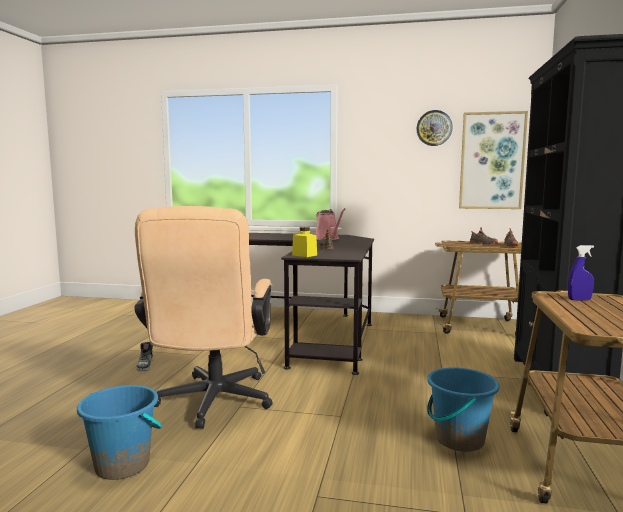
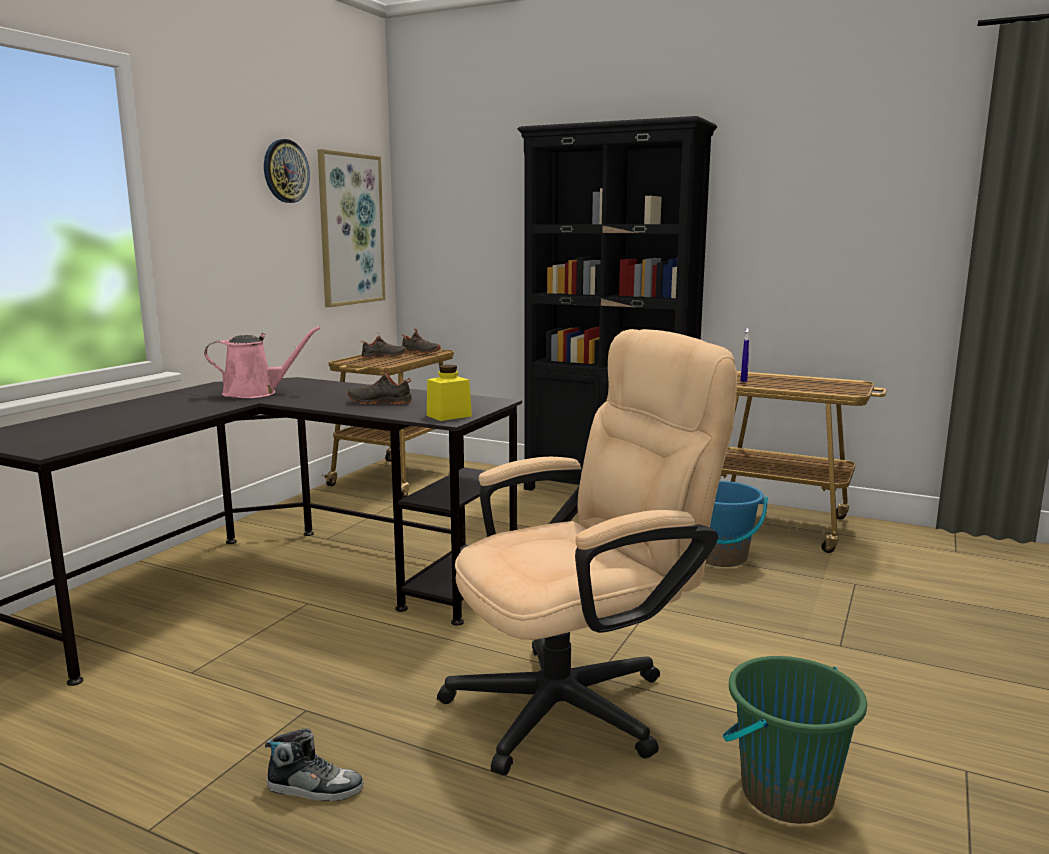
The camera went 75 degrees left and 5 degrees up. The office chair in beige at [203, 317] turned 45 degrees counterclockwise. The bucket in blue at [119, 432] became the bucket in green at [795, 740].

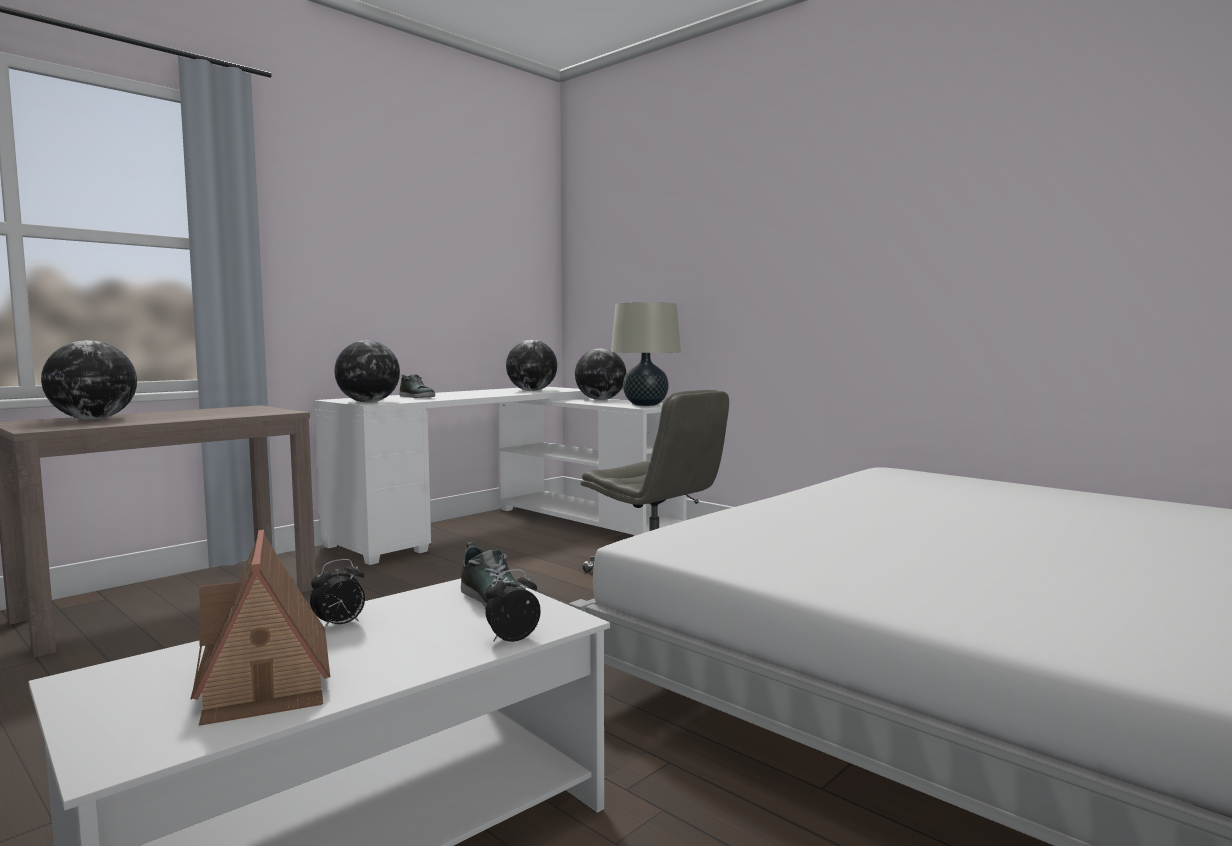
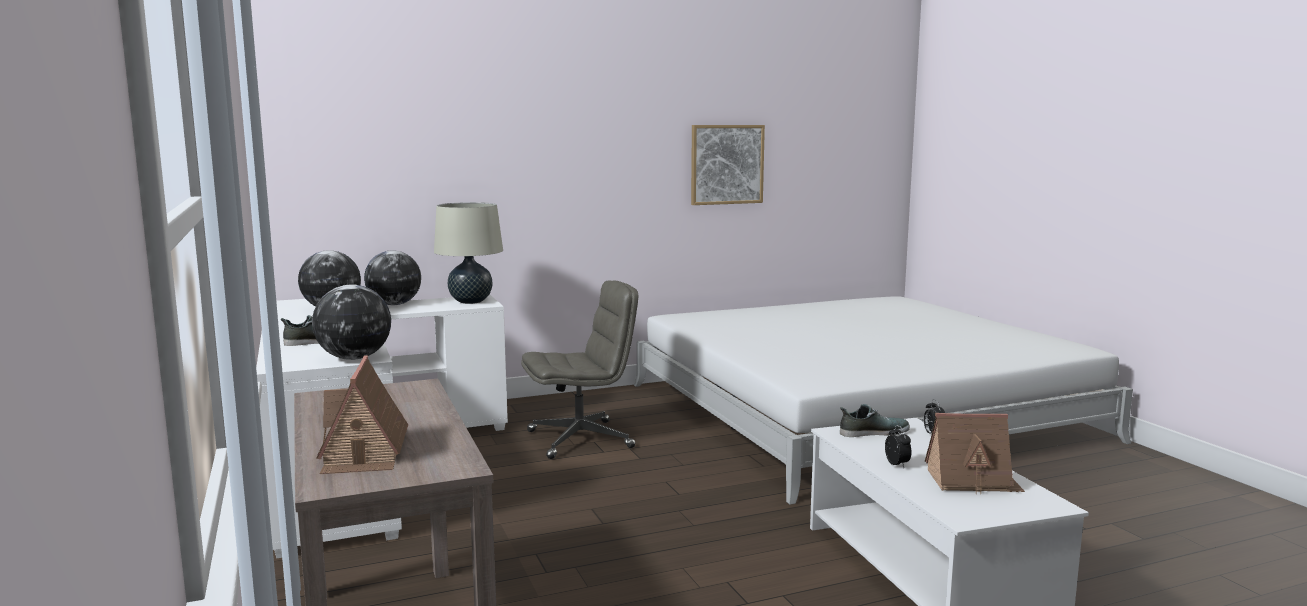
The camera went 65 degrees left and 5 degrees up. The globe at [89, 380] was replaced by the toy house at [362, 414]. The picture at [728, 165] appeared.

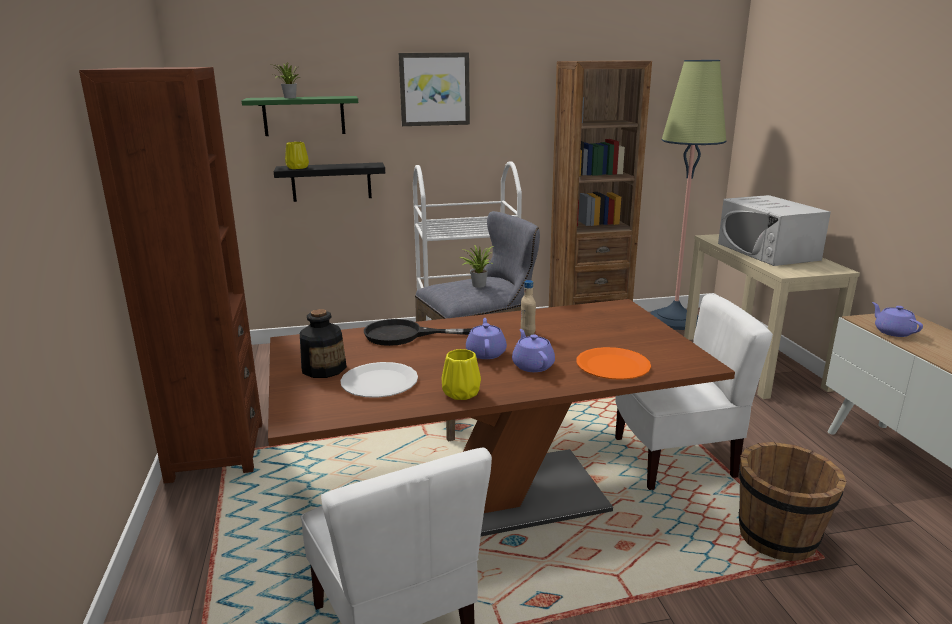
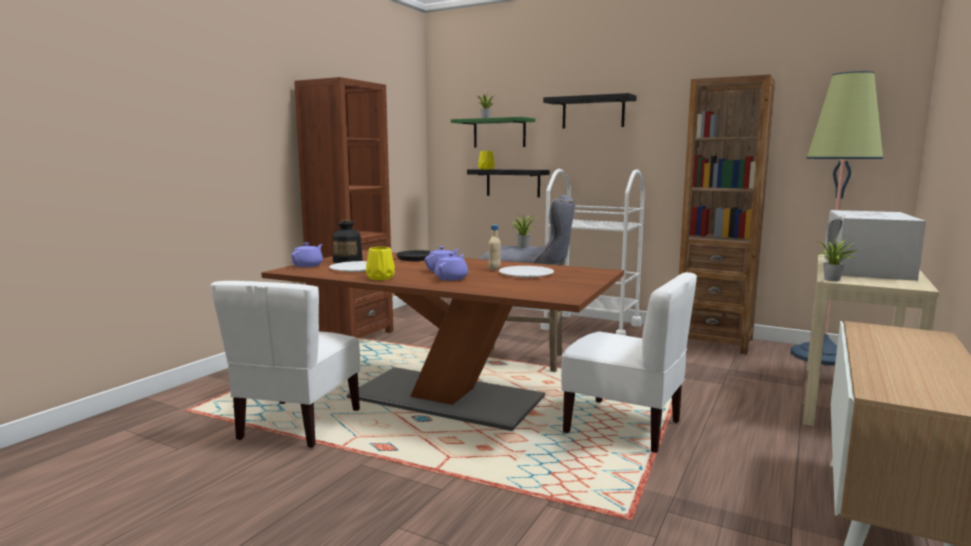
The camera went 40 degrees right and 10 degrees down. The picture at [434, 89] was replaced by the shelf in black at [590, 110]. The teapot in purple moved from [897, 319] to [307, 254]. The plate in orange at [613, 363] disappeared. The bucket in brown at [793, 501] disappeared. The potted plant at [838, 259] appeared. The plate in white at [526, 272] appeared.

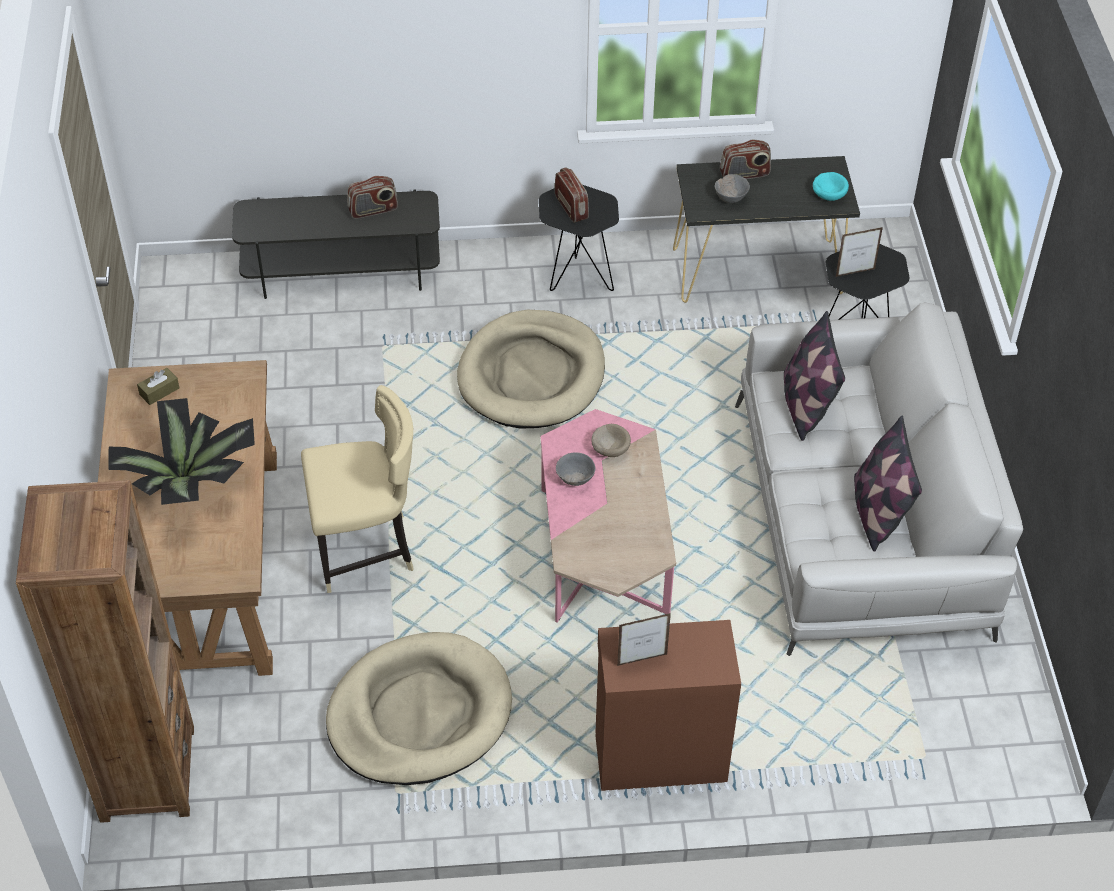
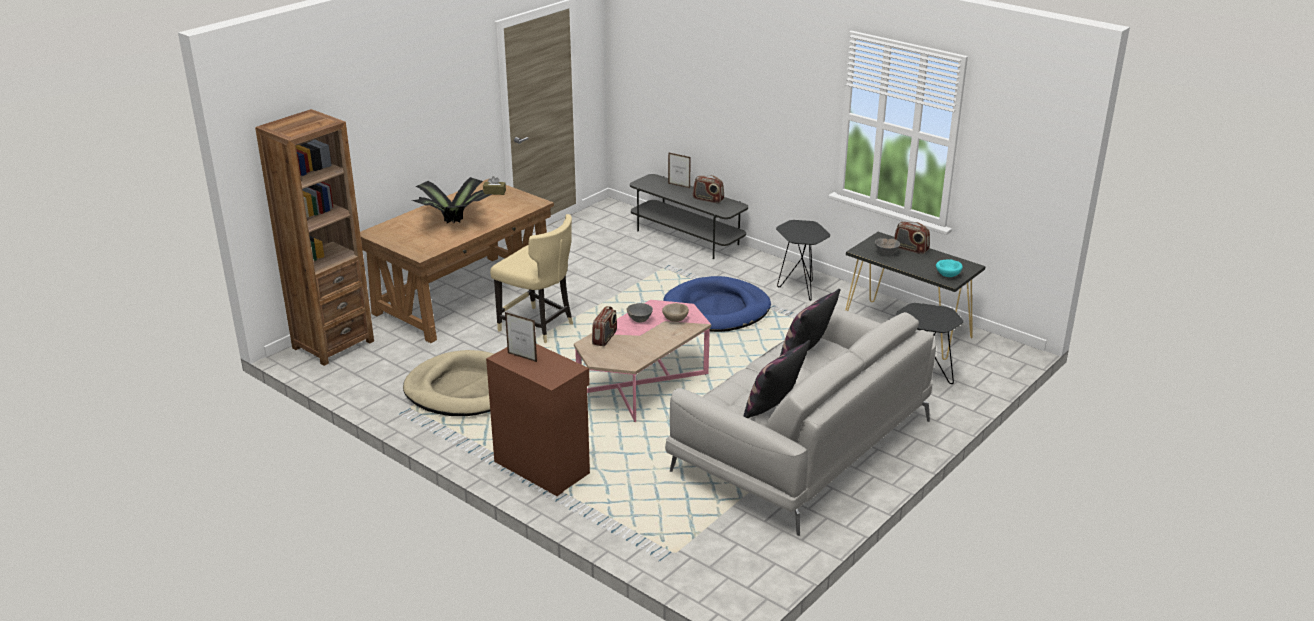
The camera went 45 degrees right and 20 degrees down. The radio moved from [572, 195] to [604, 326]. The picture frame moved from [859, 252] to [679, 170]. The dog bed in beige at [531, 369] became the dog bed in blue at [717, 304].

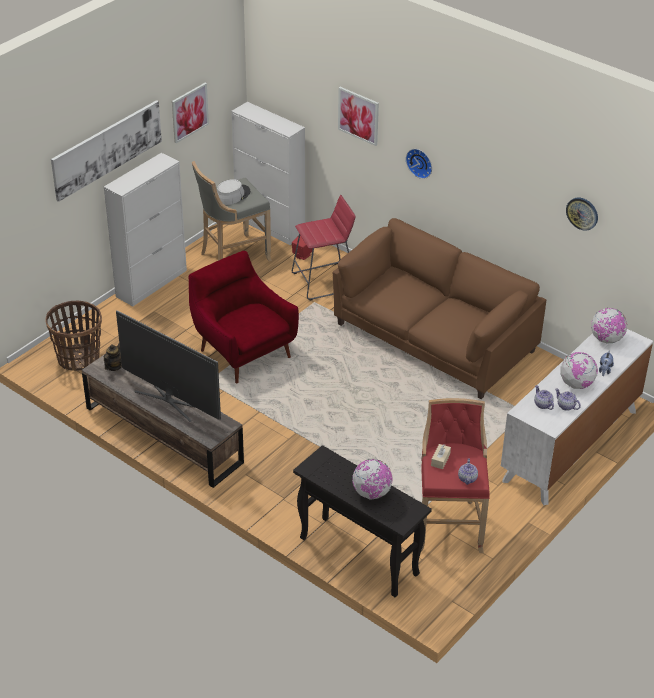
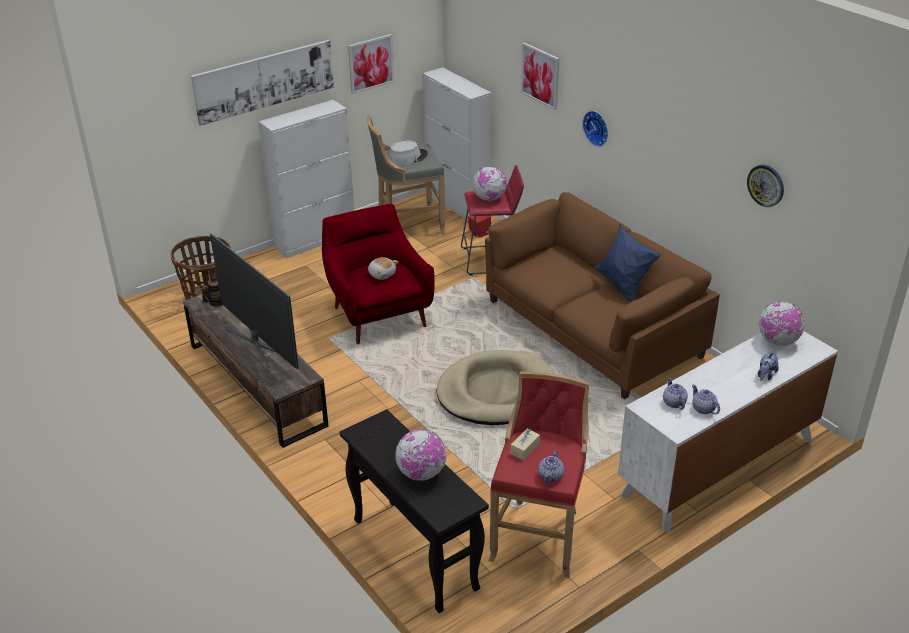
The camera went 15 degrees right and 5 degrees down. The globe moved from [579, 370] to [489, 183]. The pillow in blue at [627, 262] appeared. The plush toy at [383, 268] appeared. The dog bed in beige at [495, 387] appeared.

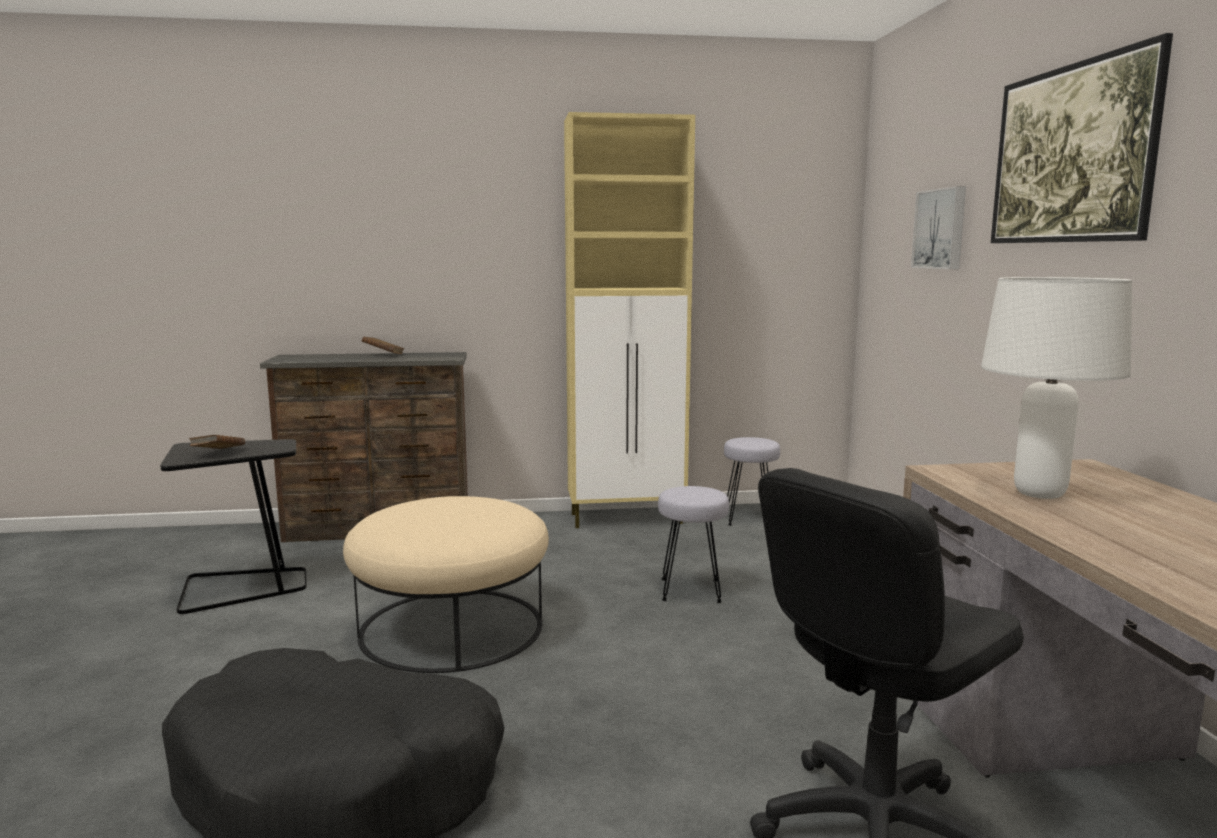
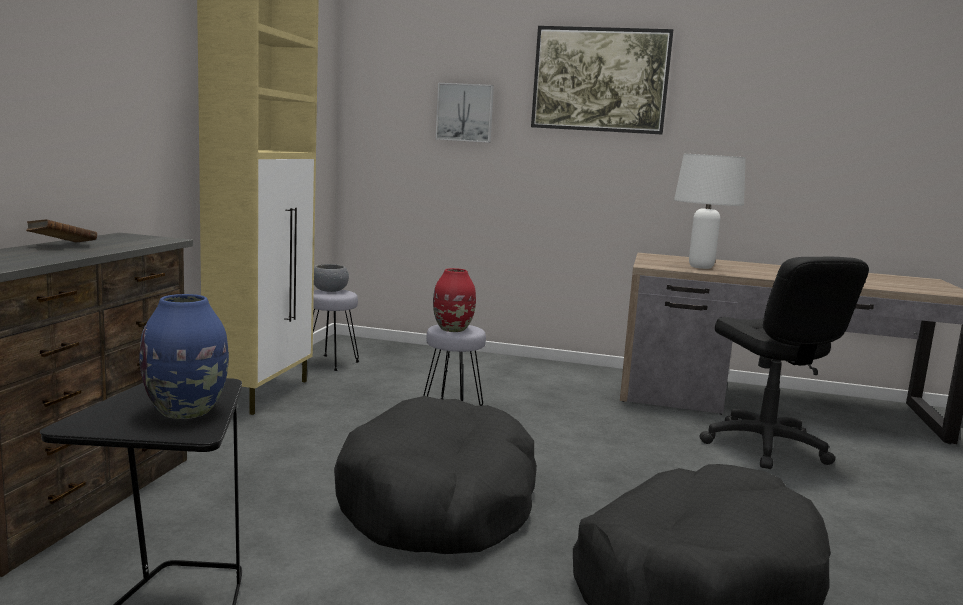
The camera went 70 degrees left and 0 degrees up. The book in brown at [217, 442] was replaced by the vase in blue at [184, 356]. The ottoman in beige at [446, 584] was replaced by the dog bed in black at [435, 475]. The bowl in grey at [331, 278] appeared. The vase in red at [454, 300] appeared.

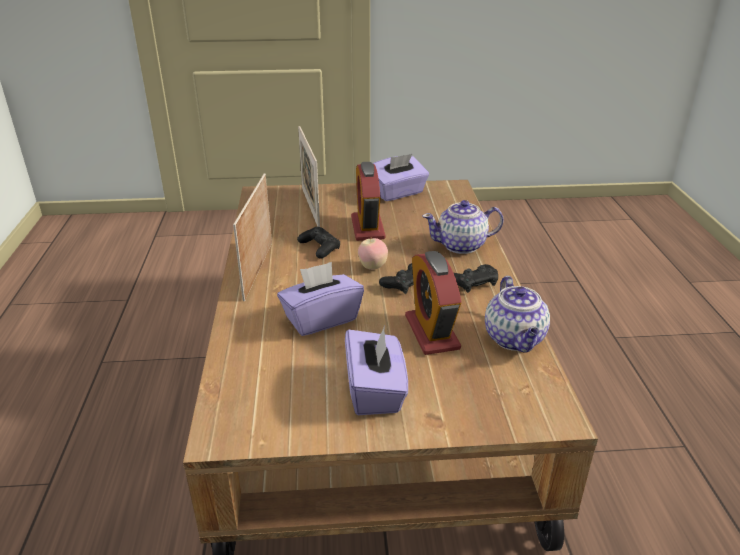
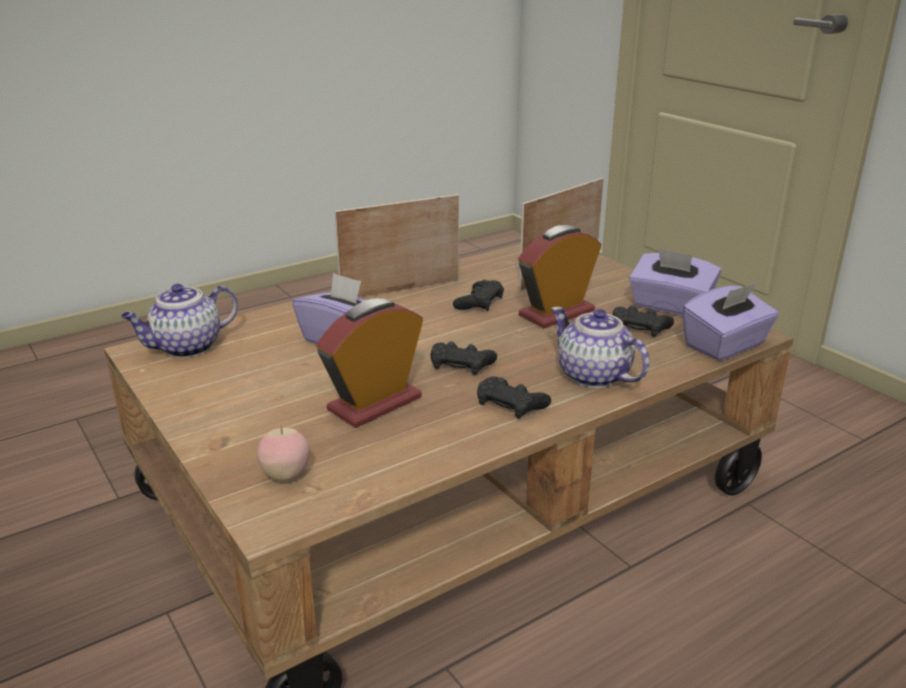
The camera went 60 degrees right and 5 degrees down. The apple moved from [373, 254] to [283, 454]. The teapot moved from [517, 314] to [179, 321]. The tissue box in purple moved from [376, 370] to [730, 322]. The game controller in black at [643, 321] appeared.

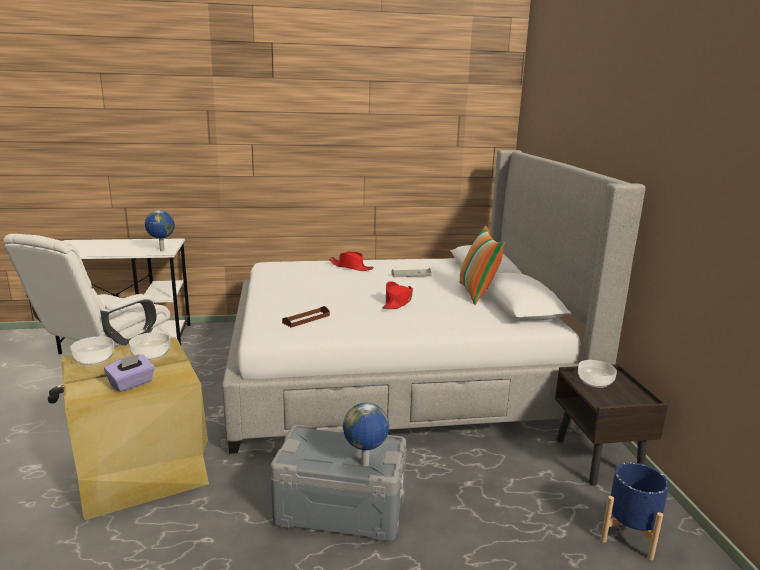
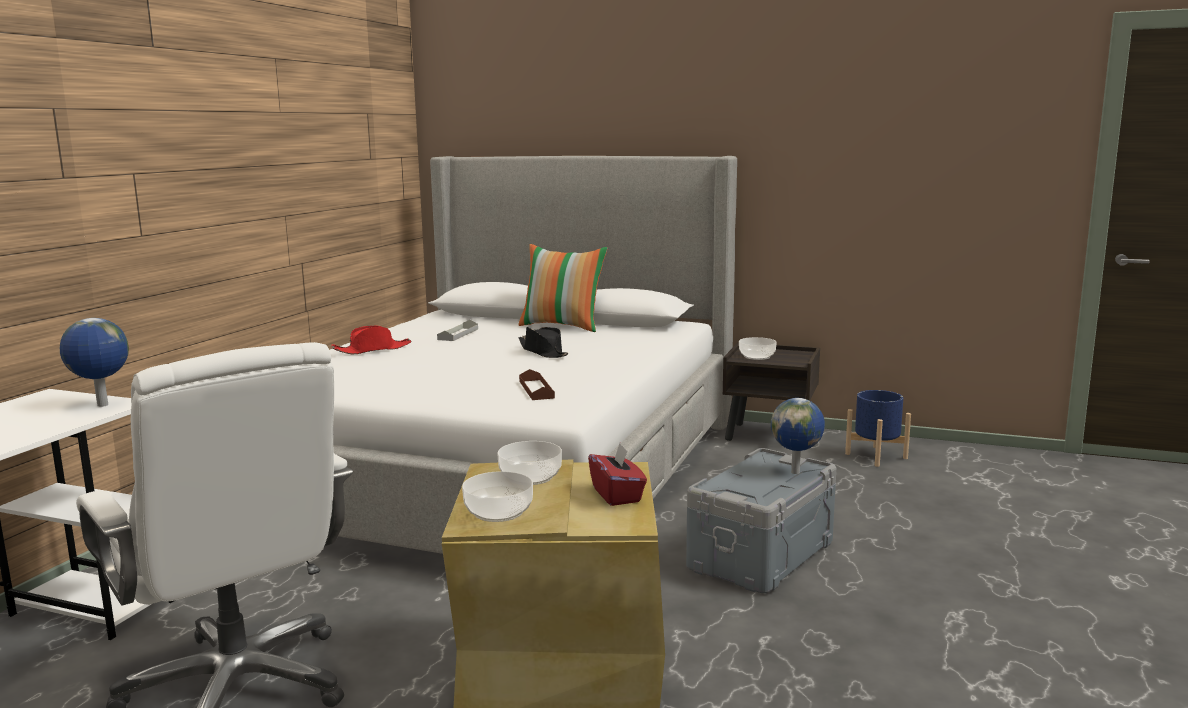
The camera went 60 degrees left and 5 degrees down. The hat in red at [397, 295] became the hat in black at [543, 342]. The tissue box in purple at [129, 373] became the tissue box in red at [617, 474].

